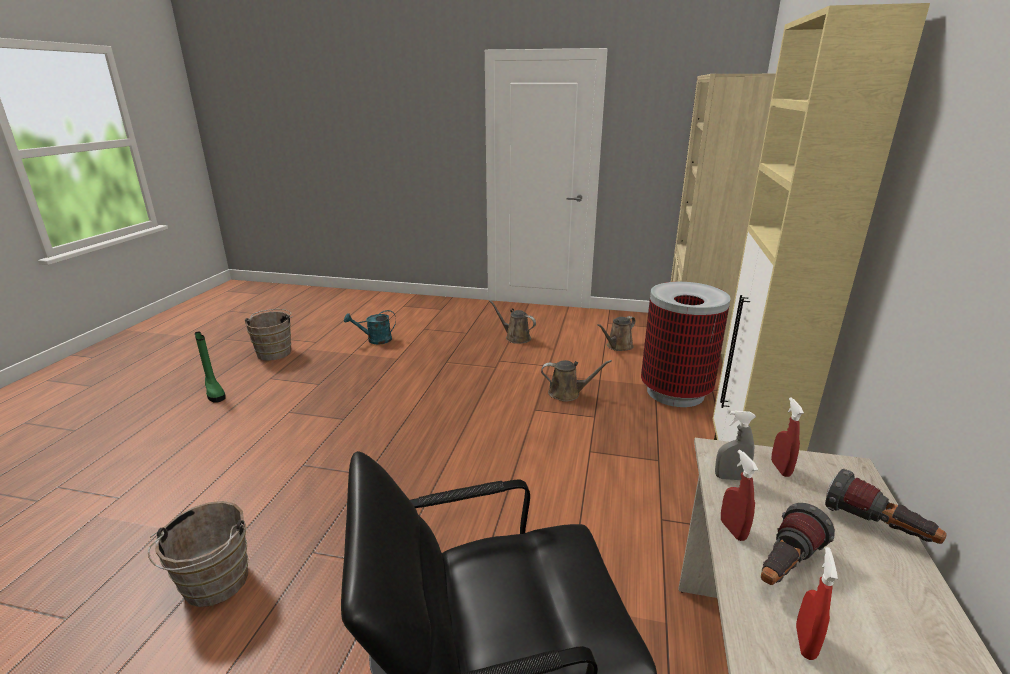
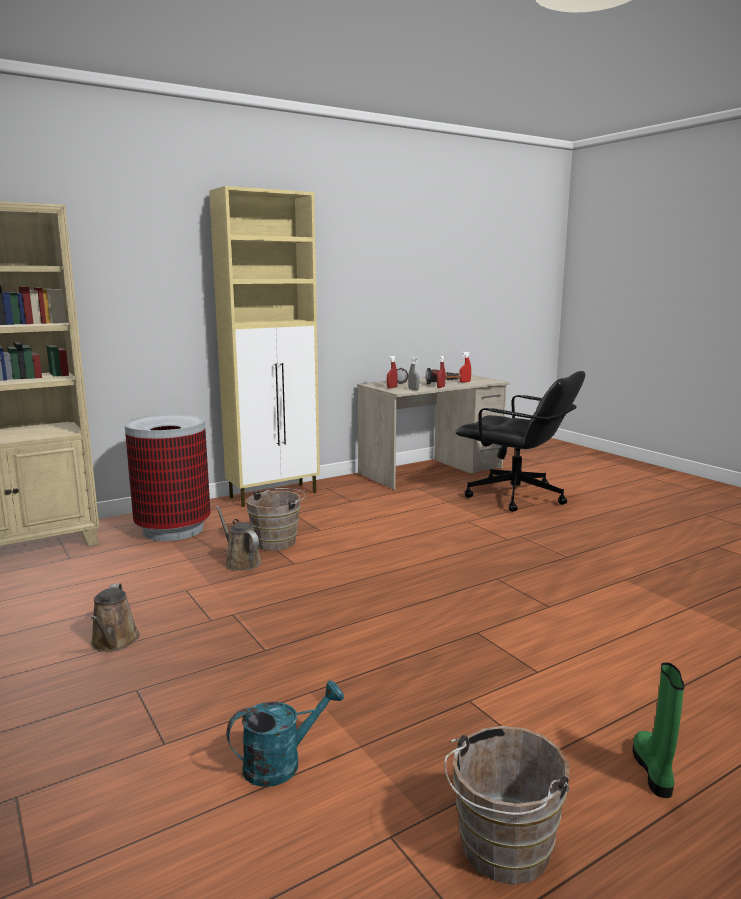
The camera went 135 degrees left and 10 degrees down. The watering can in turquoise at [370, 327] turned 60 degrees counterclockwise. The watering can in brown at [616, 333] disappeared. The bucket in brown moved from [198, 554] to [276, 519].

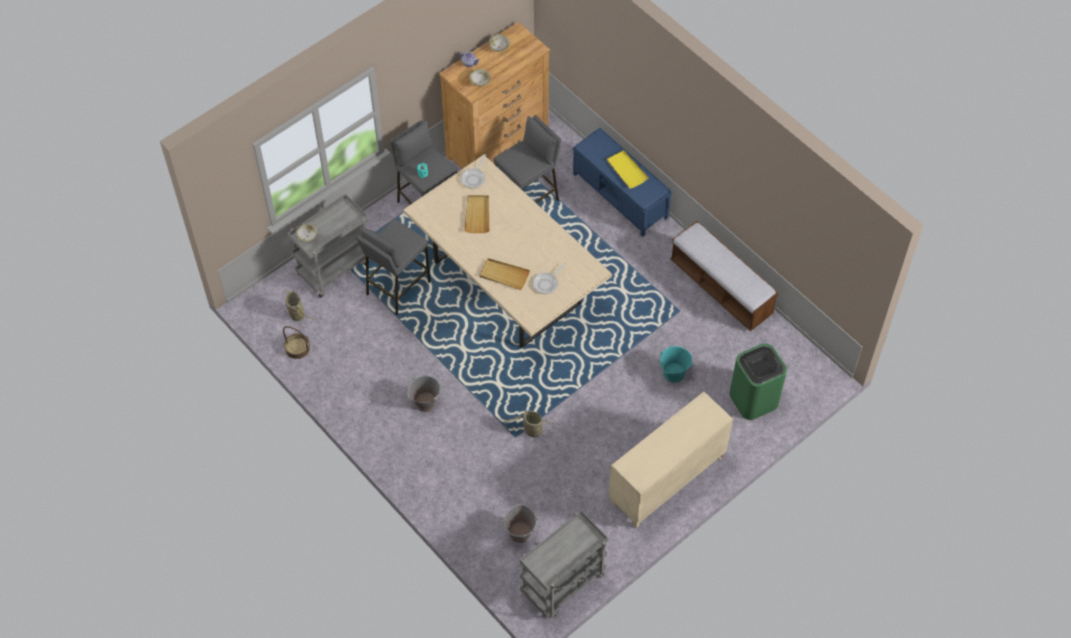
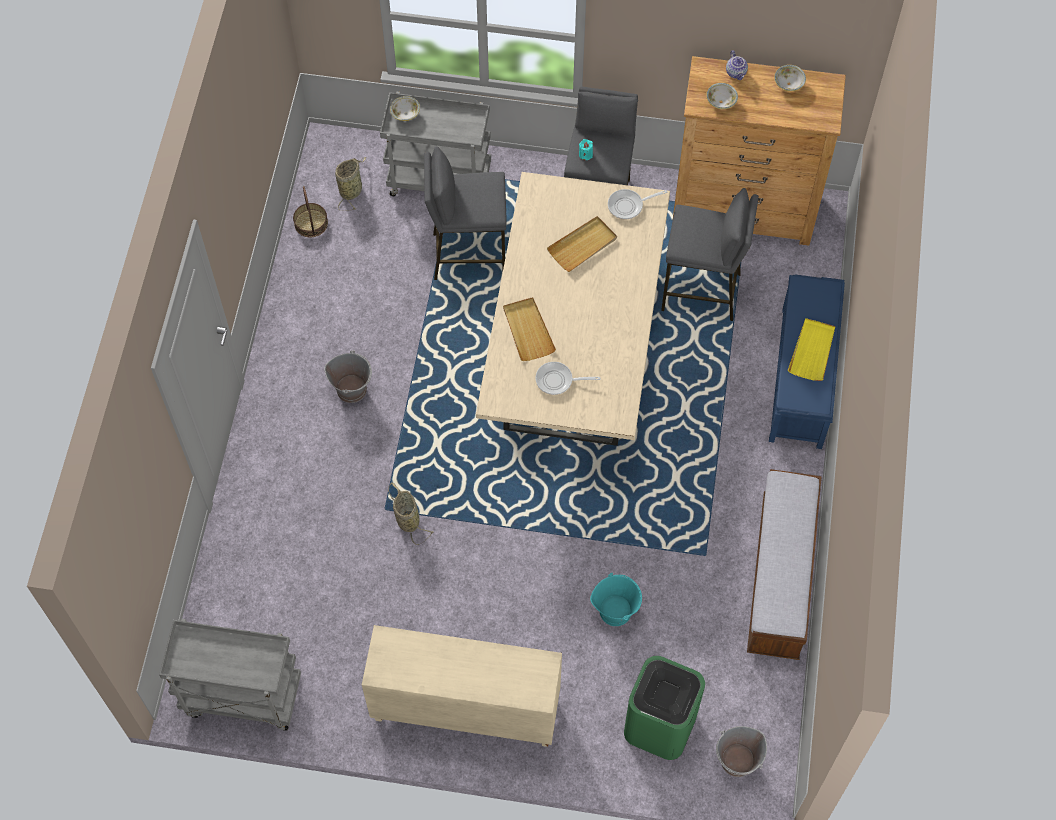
The camera went 50 degrees right and 5 degrees up. The bucket in grey moved from [520, 523] to [741, 751].

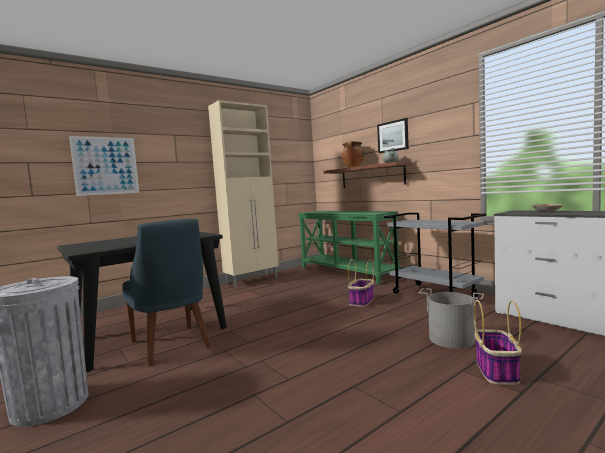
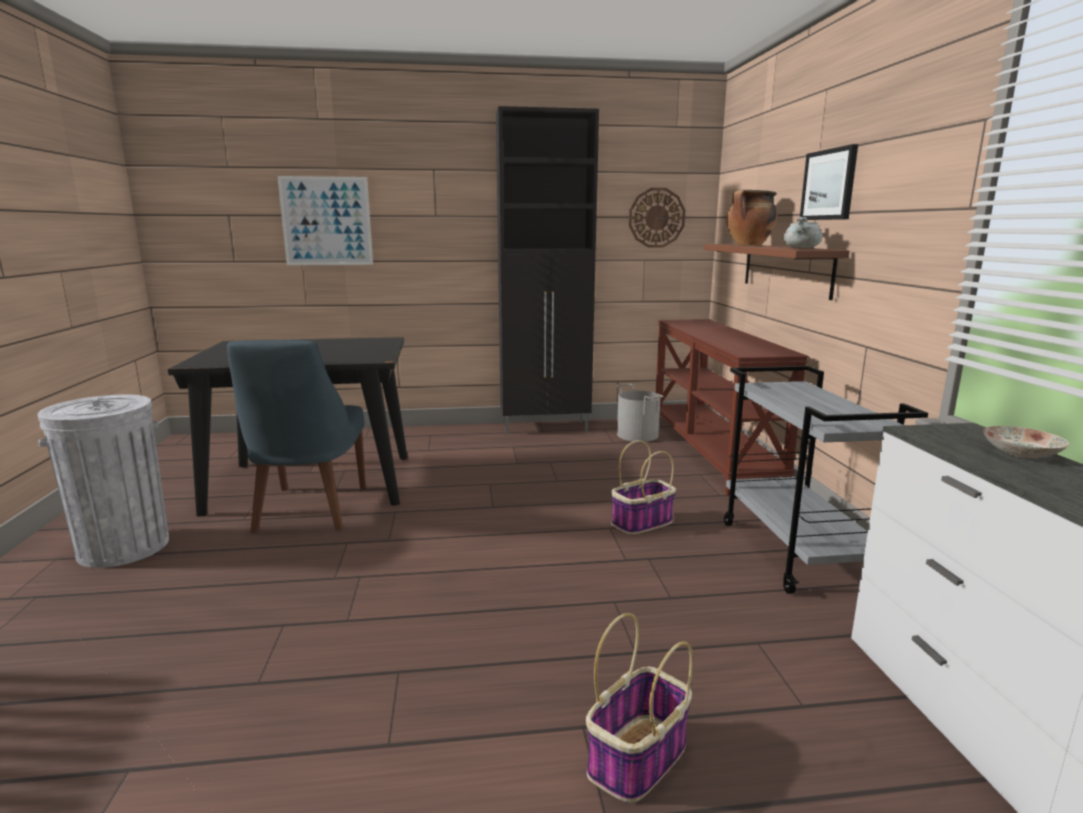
The camera went 30 degrees right and 10 degrees up. The cabinet in beige at [243, 193] became the cabinet in black at [547, 270]. The console table in green at [349, 247] became the console table in brown at [732, 407]. The bucket in grey moved from [451, 318] to [640, 413]. The wall clock at [657, 218] appeared.

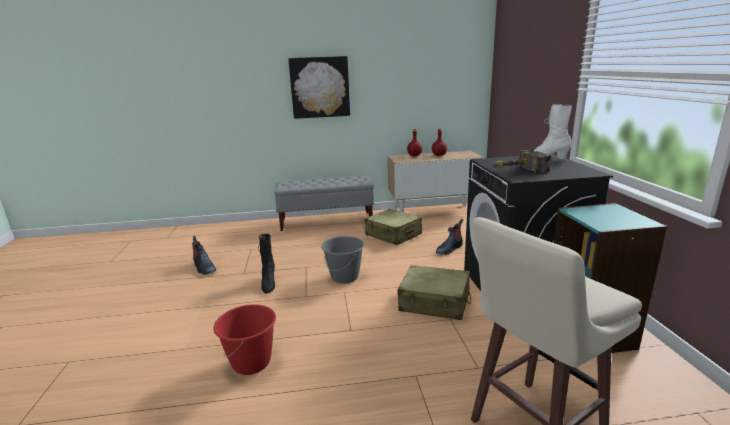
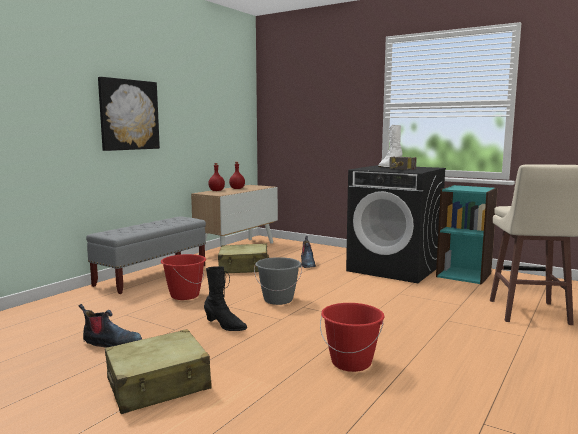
The camera went 50 degrees left and 10 degrees down. The suitcase in beige moved from [434, 292] to [158, 371]. The bucket in red at [183, 277] appeared.

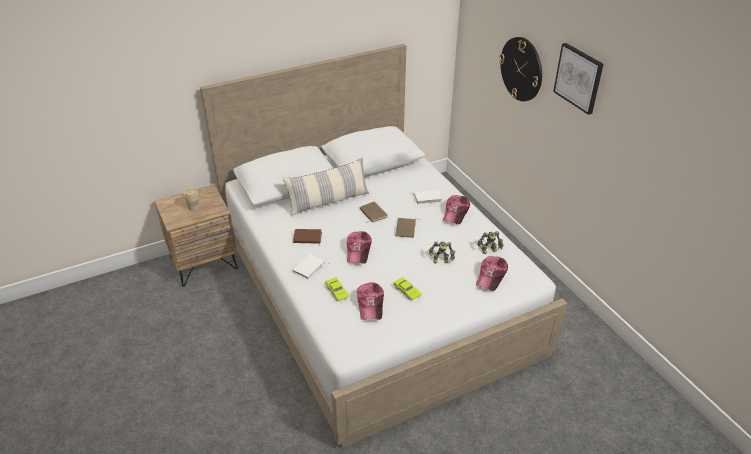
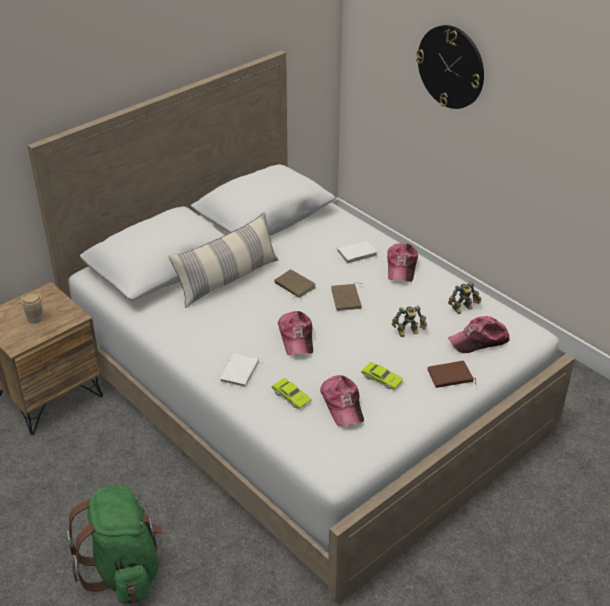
The camera went 15 degrees left and 0 degrees up. The picture at [578, 79] disappeared. The book in brown moved from [307, 236] to [452, 374]. The cap at [492, 273] turned 60 degrees clockwise. The backpack in green at [115, 545] appeared.

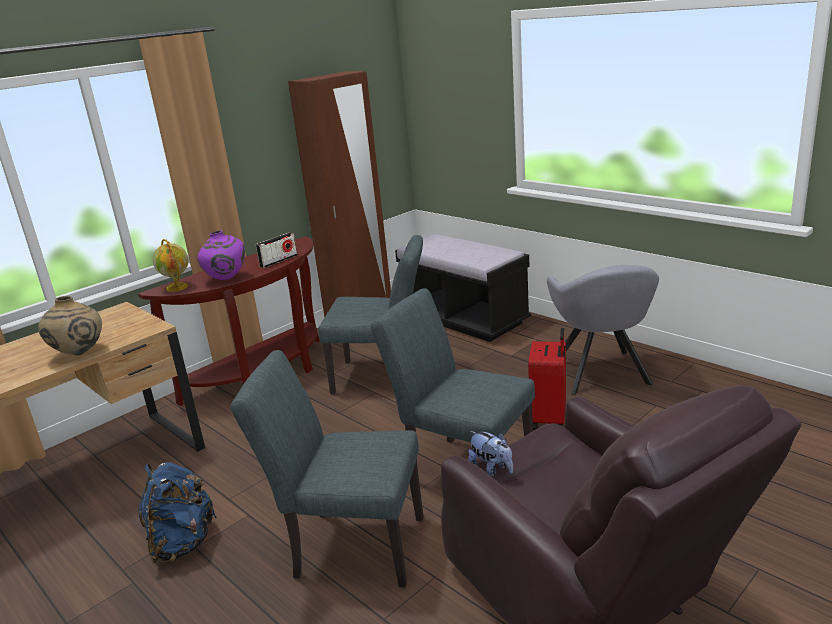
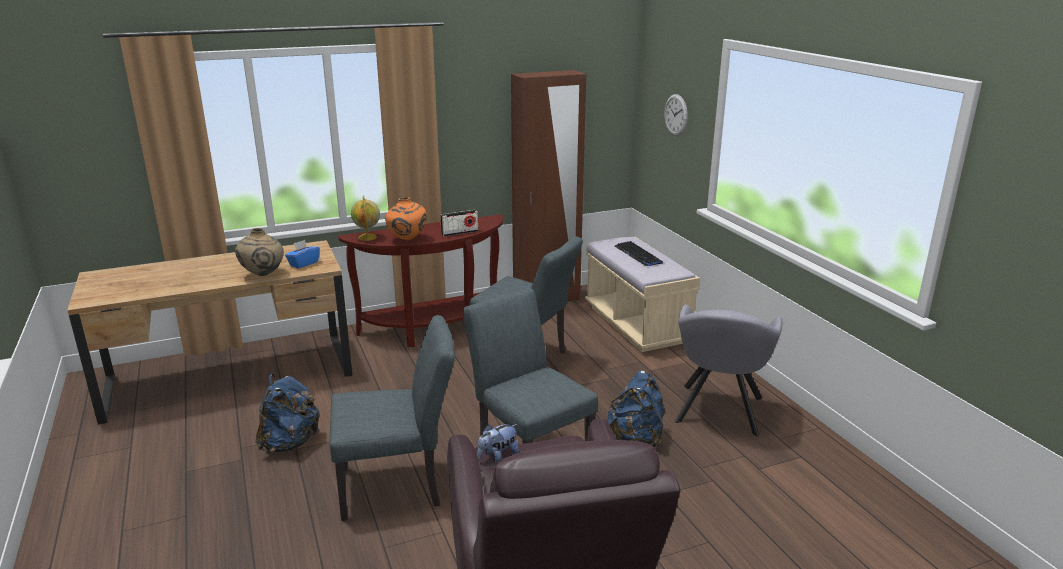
The camera went 20 degrees right and 0 degrees up. The vase in purple at [221, 255] became the vase in orange at [406, 218]. The bench in black at [463, 288] became the bench in beige at [642, 294]. The suitcase in red at [547, 379] was replaced by the backpack in blue at [636, 409]. The chair in grey at [327, 469] turned 135 degrees clockwise. The plush toy at [490, 453] turned 75 degrees clockwise. The wall clock at [676, 115] appeared. The tissue box in blue at [302, 254] appeared. The keyboard at [639, 253] appeared.

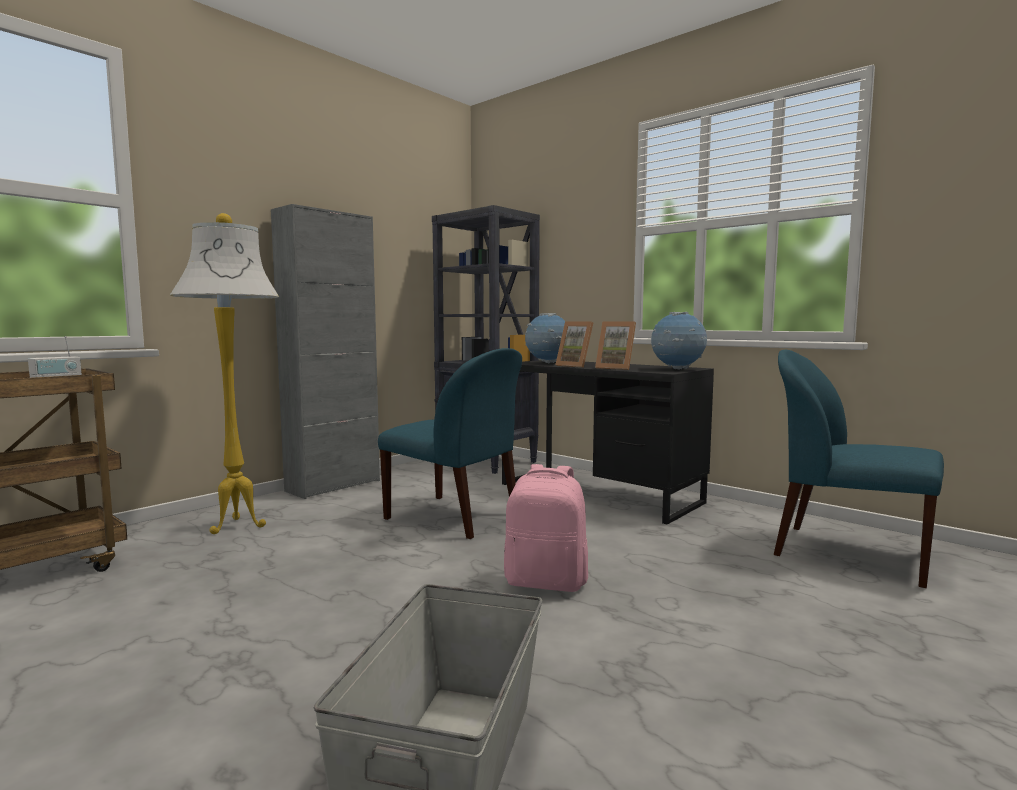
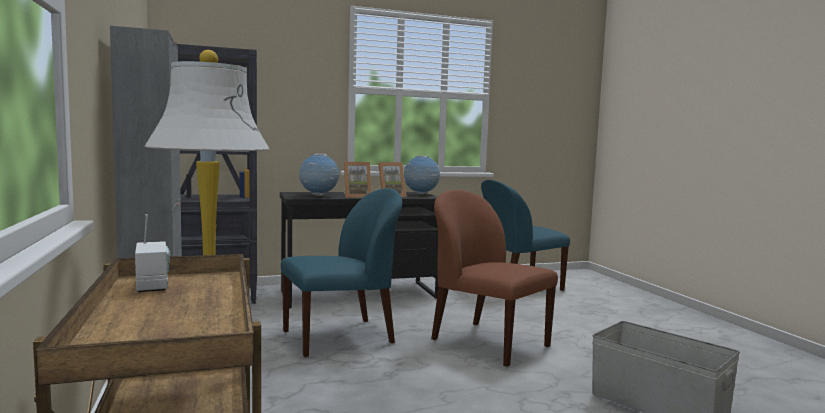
The camera went 60 degrees left and 0 degrees up. The backpack in pink at [546, 528] was replaced by the chair in brown at [494, 278].

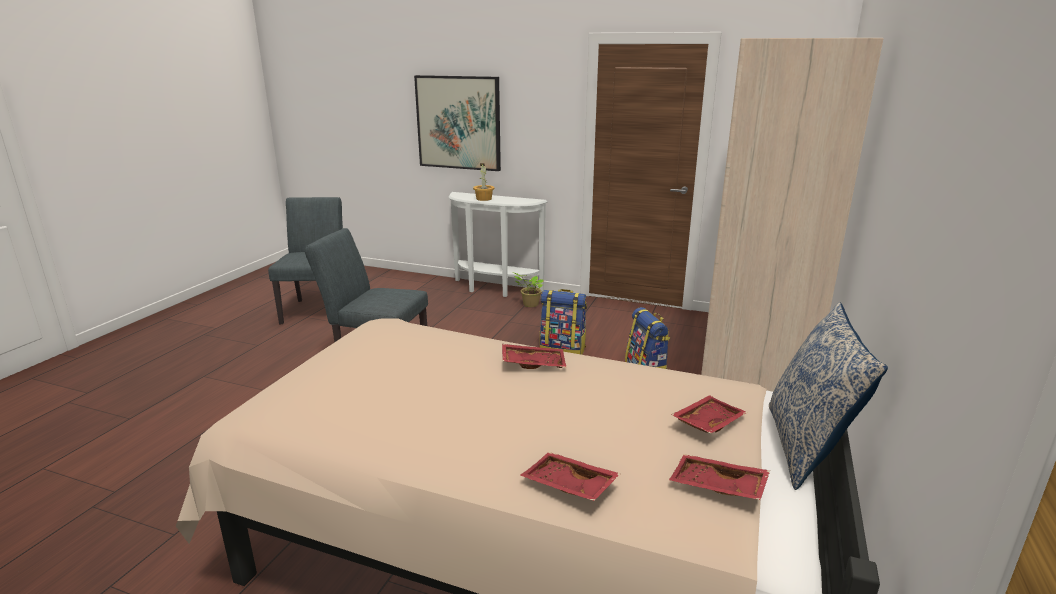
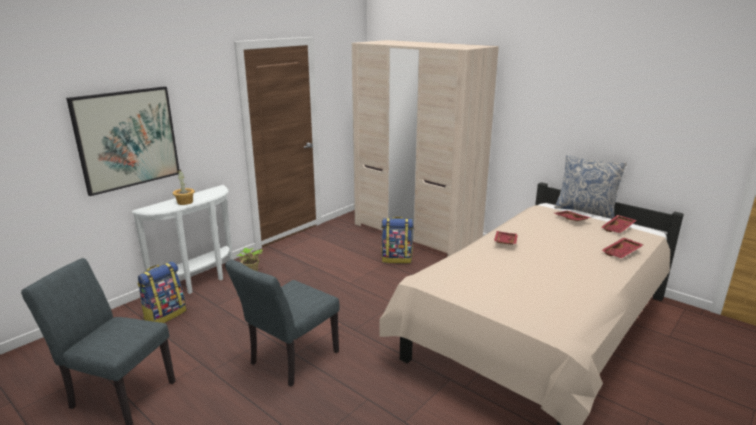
The camera went 70 degrees left and 0 degrees up. The backpack moved from [563, 322] to [161, 292].

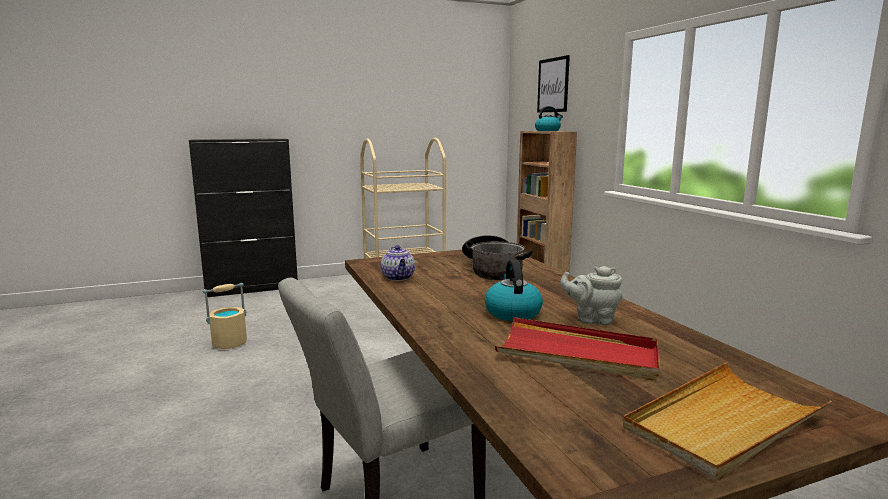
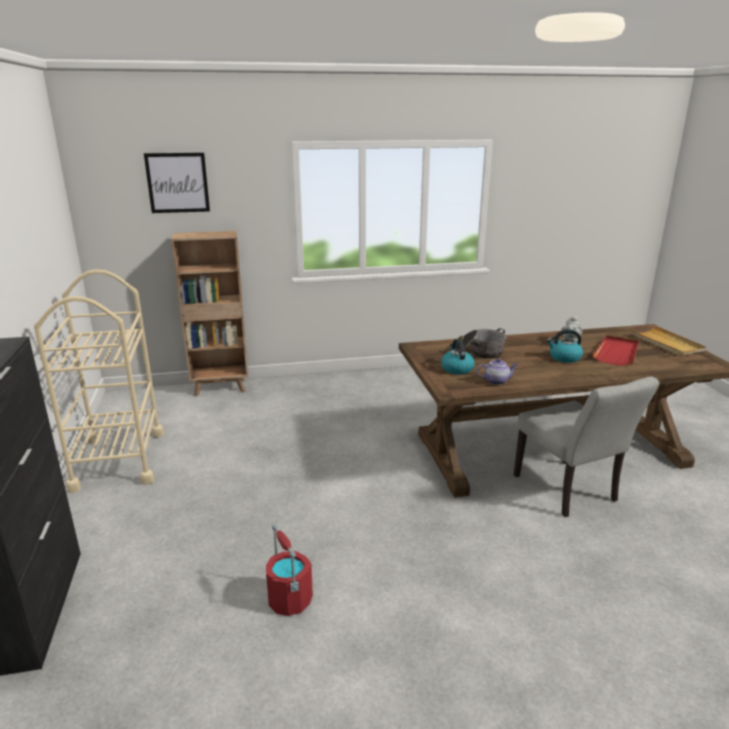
The camera went 80 degrees left and 10 degrees up. The kettle moved from [549, 118] to [458, 357]. The bucket in beige at [225, 316] became the bucket in red at [289, 570].

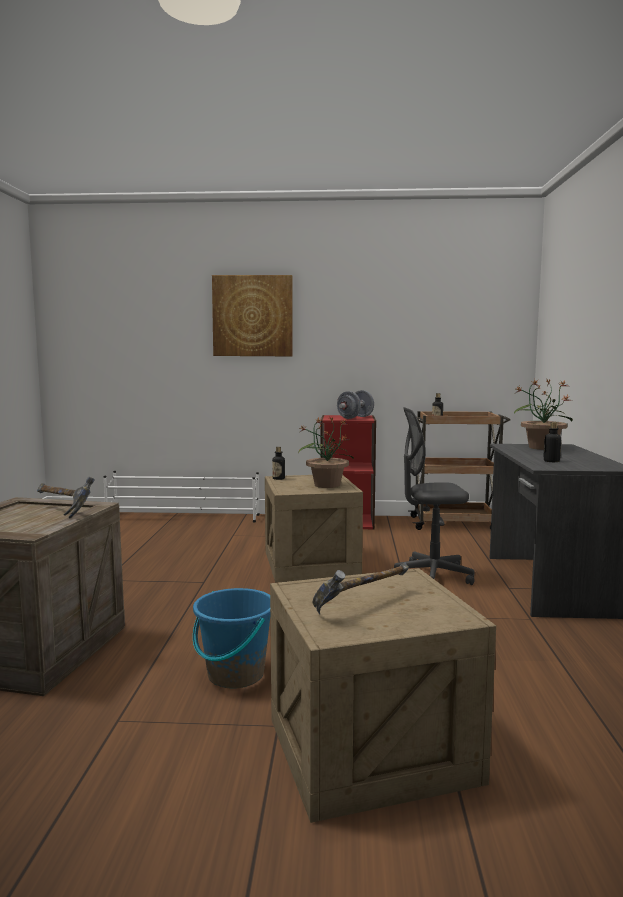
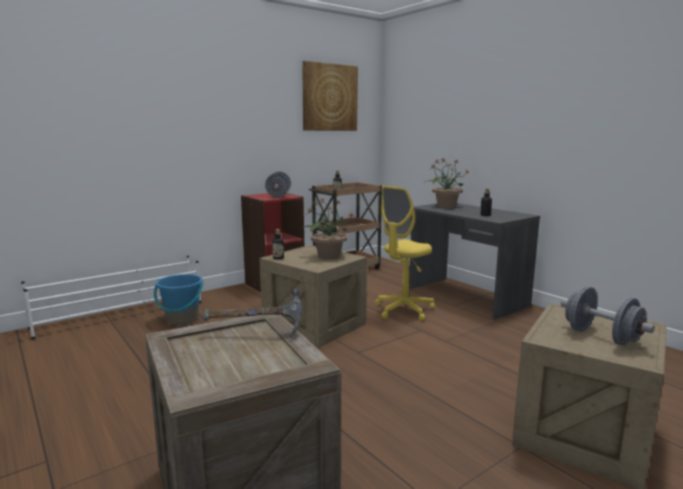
The camera went 40 degrees left and 5 degrees up. The picture moved from [252, 315] to [330, 96]. The office chair in grey at [433, 496] became the office chair in yellow at [405, 253]. The hammer at [361, 588] was replaced by the dumbbell in grey at [608, 316]. The bucket in blue moved from [231, 638] to [179, 299].

